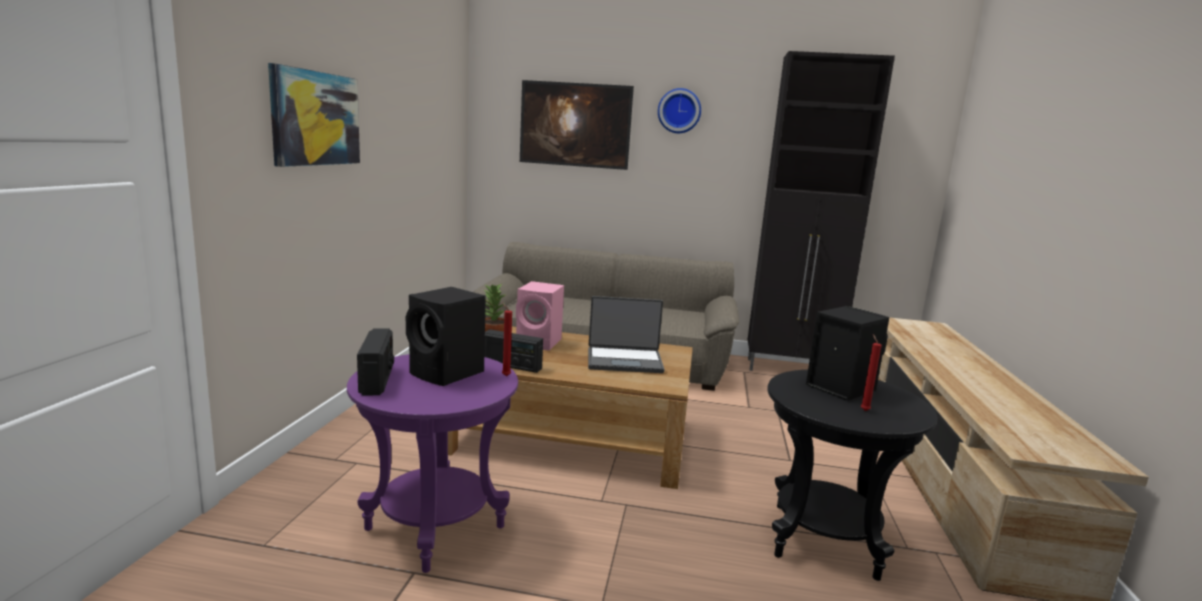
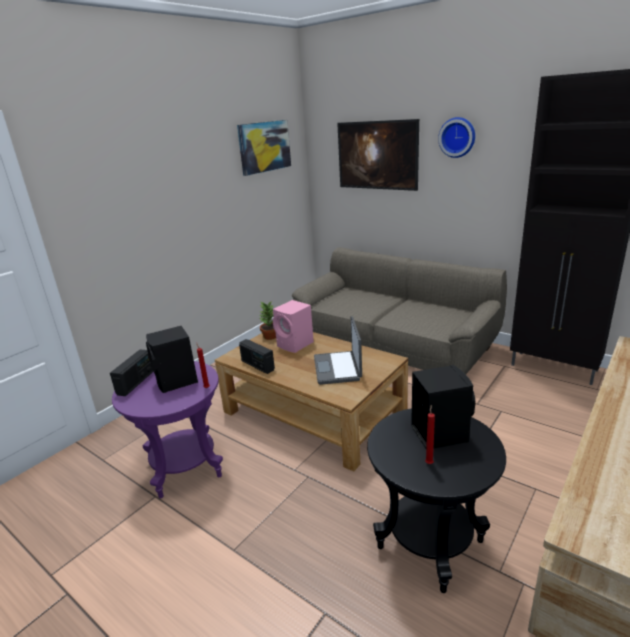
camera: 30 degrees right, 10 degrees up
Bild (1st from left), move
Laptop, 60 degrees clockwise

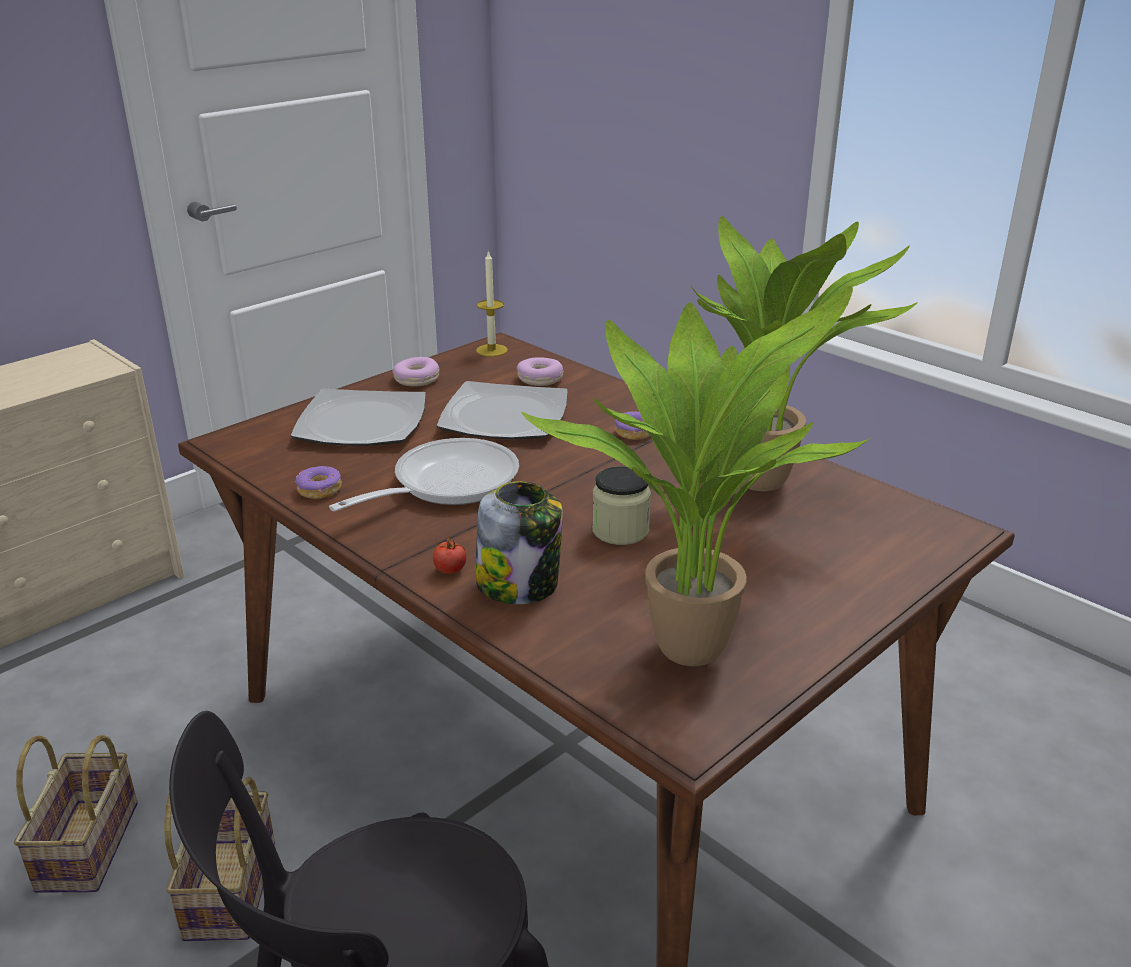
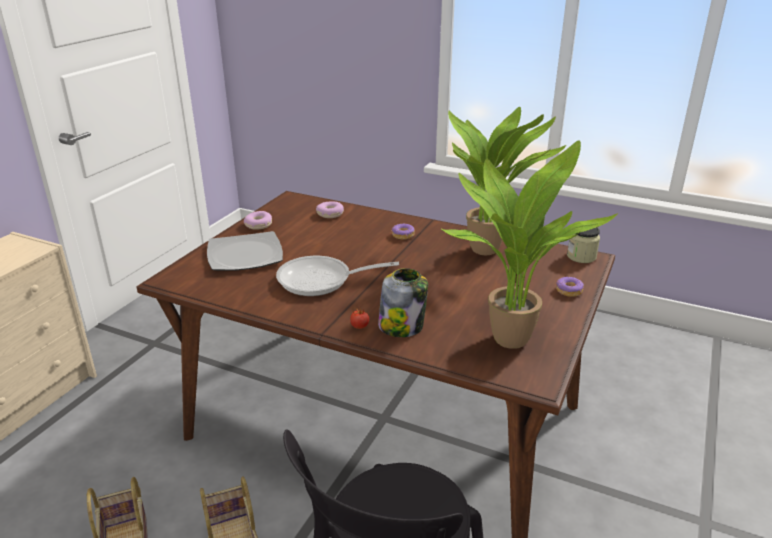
camera: 20 degrees left, 0 degrees up
Kerze => nothing
Teller (2nd from left) => nothing
Pfanne, 120 degrees counterclockwise
Donut (1st from left in the first image) => Donut (4th from left), move
Vorratsglas (2nd from left), move

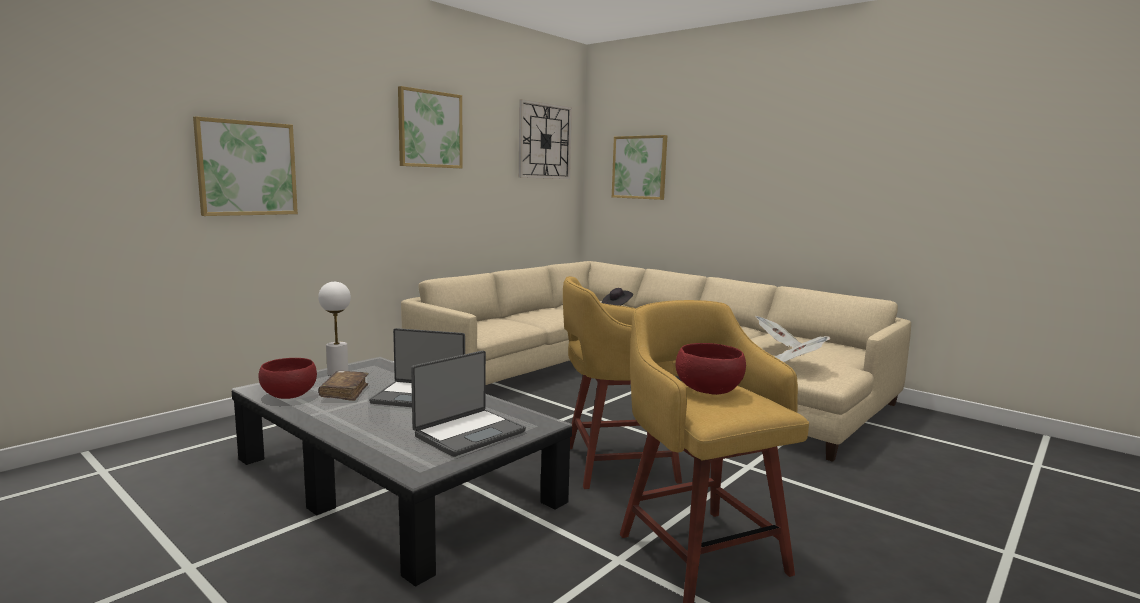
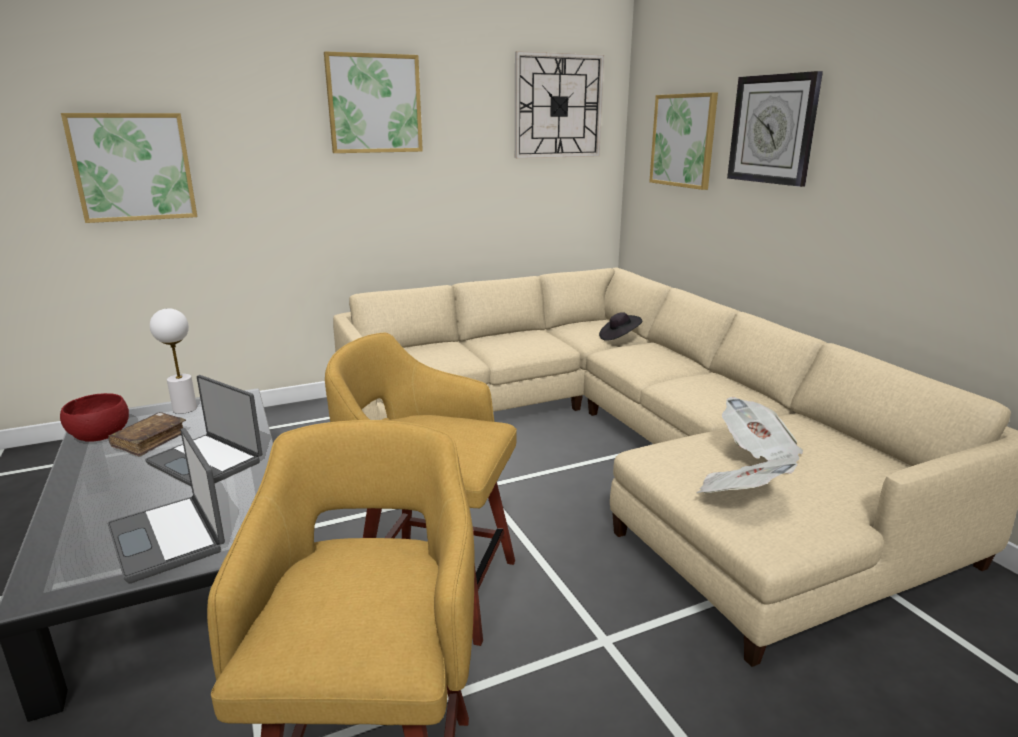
camera: 25 degrees right, 10 degrees up
Schüssel/rot (2nd from left) => nothing
Laptop (2nd from left in the first image) => Laptop (1st from left), 75 degrees clockwise
nothing => Wanduhr (2nd from left)

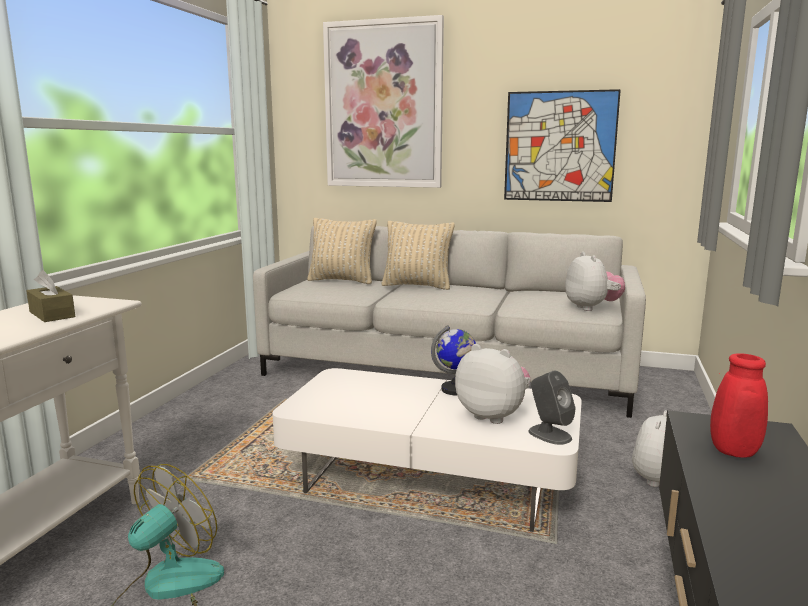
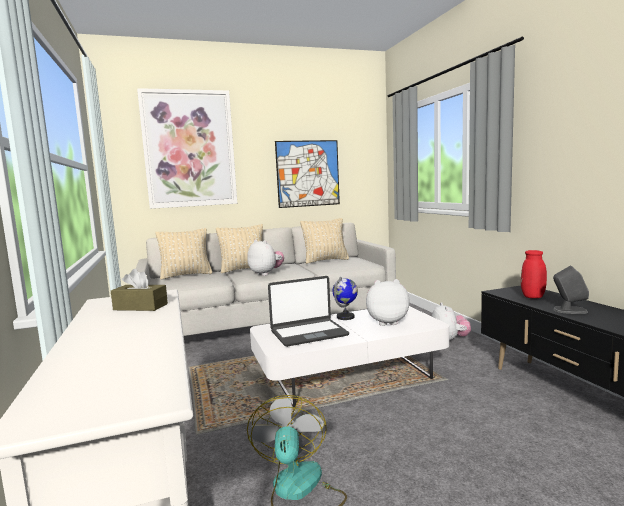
camera: 35 degrees left, 5 degrees down
Plüschtier (2nd from left in the first image) => Plüschtier (1st from left), move
Lautsprecher/grau, move
nothing => Kissen/beige (3rd from left)
nothing => Laptop

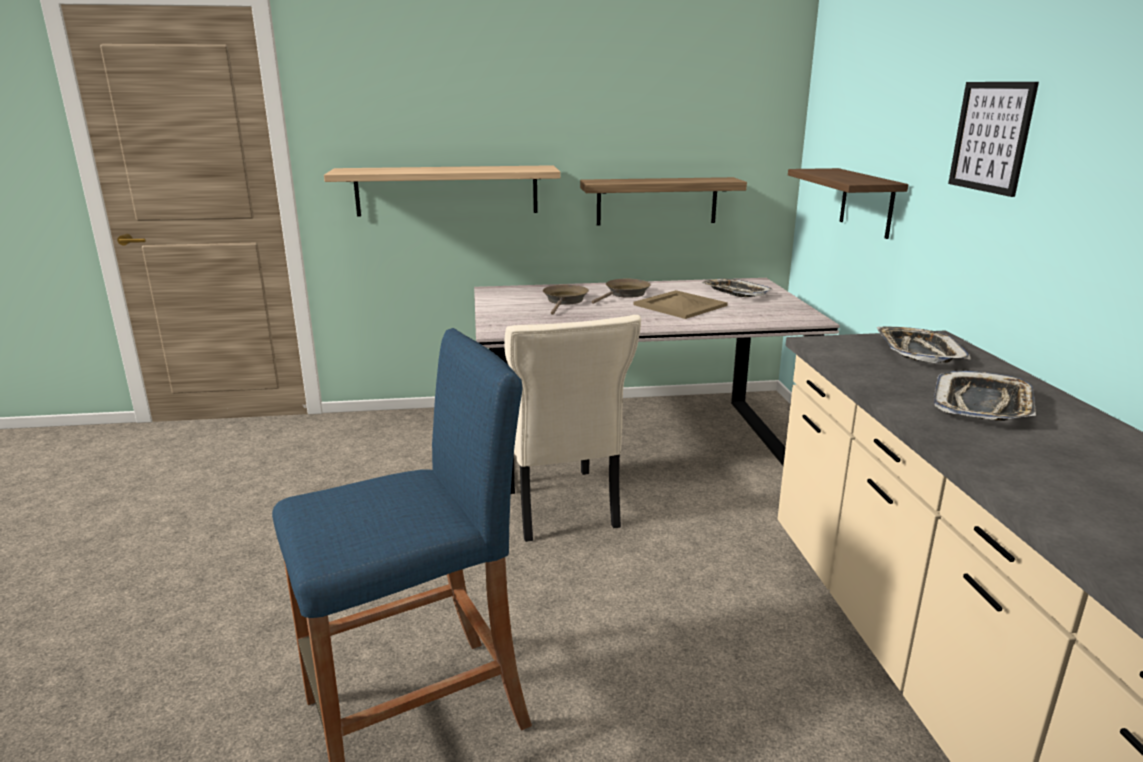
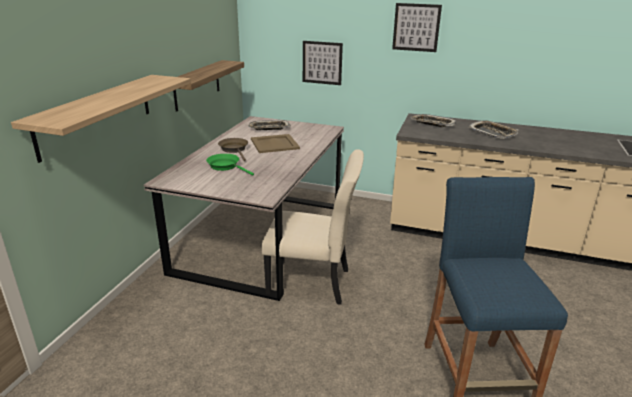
camera: 65 degrees left, 5 degrees up
Wandregal (3rd from left) => Bild (1st from left)
Pfanne/braun (1st from left) => Pfanne/grün

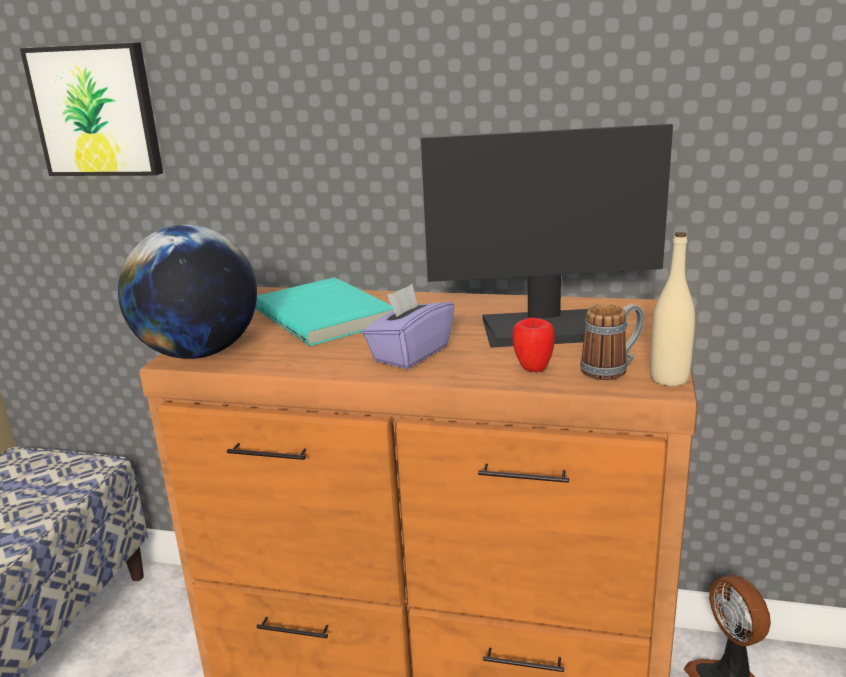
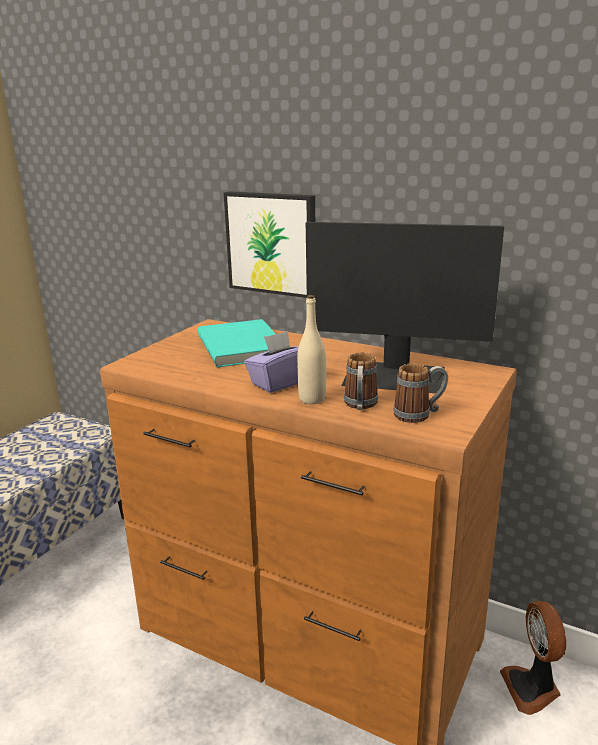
camera: 15 degrees right, 0 degrees up
Bild, move
Globus => nothing
Flasche/beige, move
Apfel => Henkelbecher (1st from left)

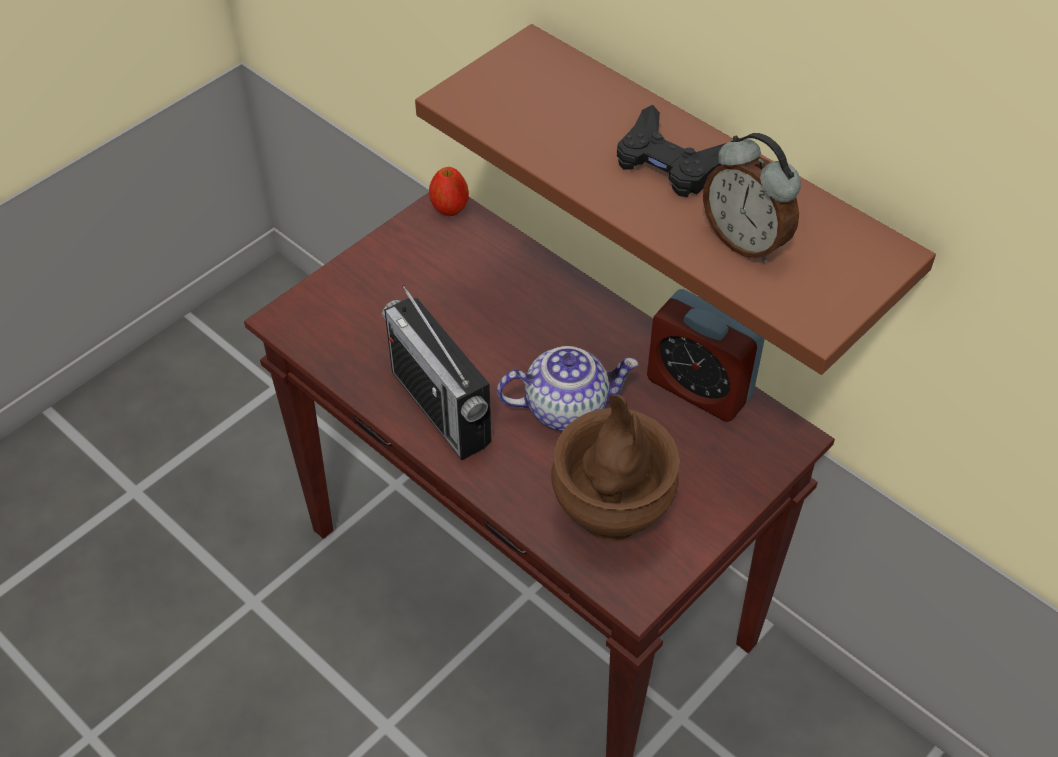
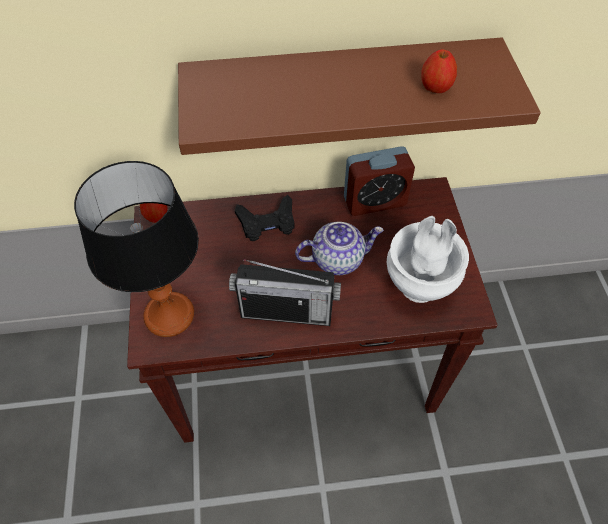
camera: 50 degrees left, 5 degrees up
Gamepad/schwarz, move
Wecker (2nd from left) => Apfel (2nd from left)
Teekanne, 45 degrees clockwise
Vase/braun => Vase/weiß
nothing => Tischlampe

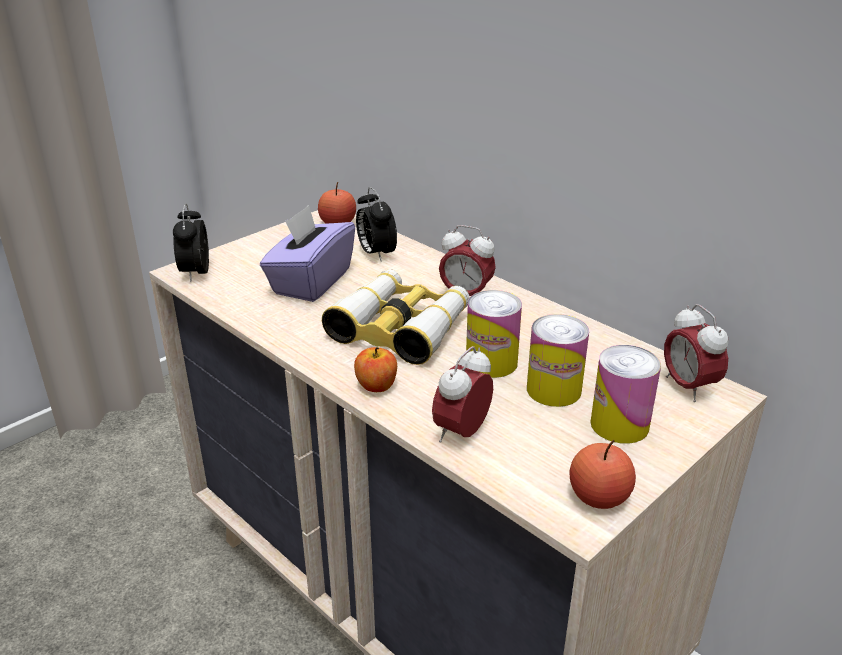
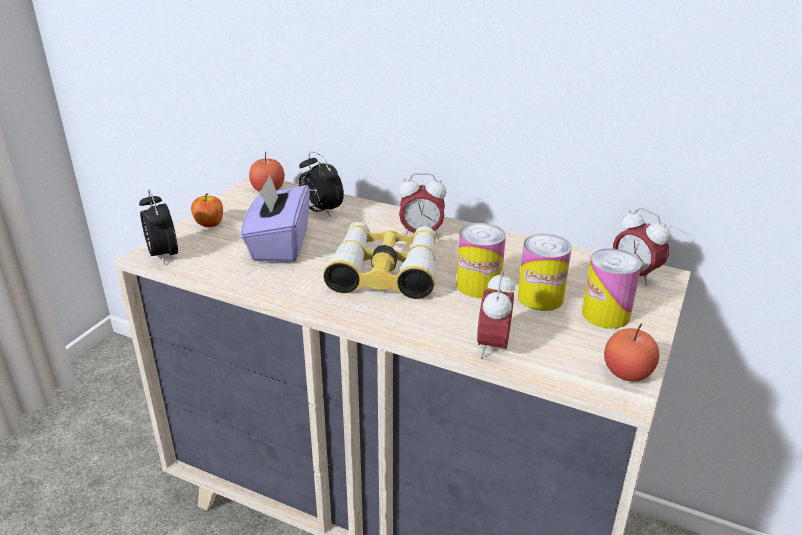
camera: 20 degrees left, 0 degrees up
Apfel (2nd from left in the first image) => Apfel (1st from left), move

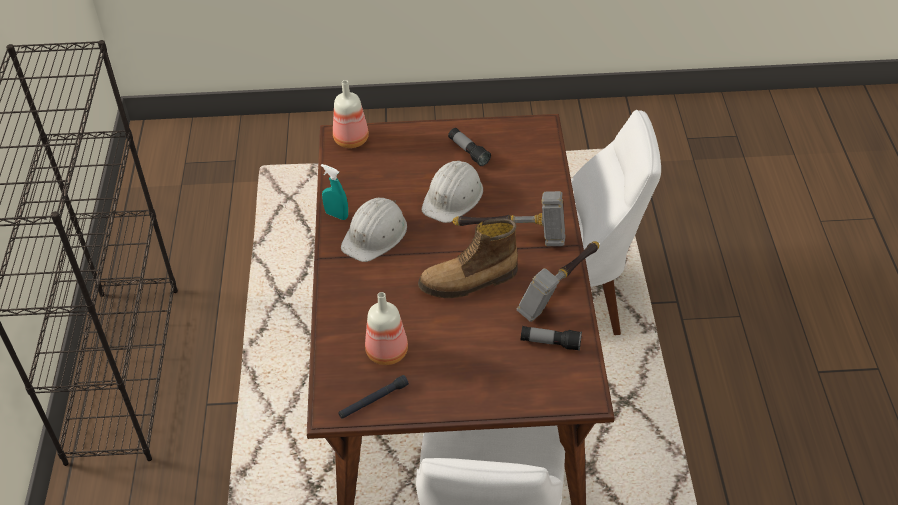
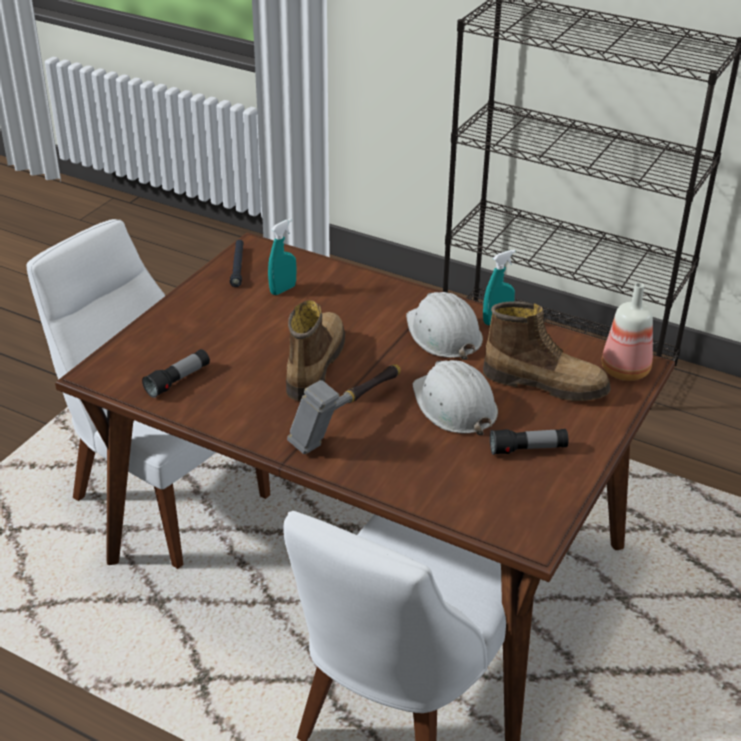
camera: 120 degrees right, 10 degrees down
Hammer (2nd from left) => nothing
Flasche (2nd from left) => Sprühflasche/türkis (1st from left)
nothing => Stiefel (2nd from left)

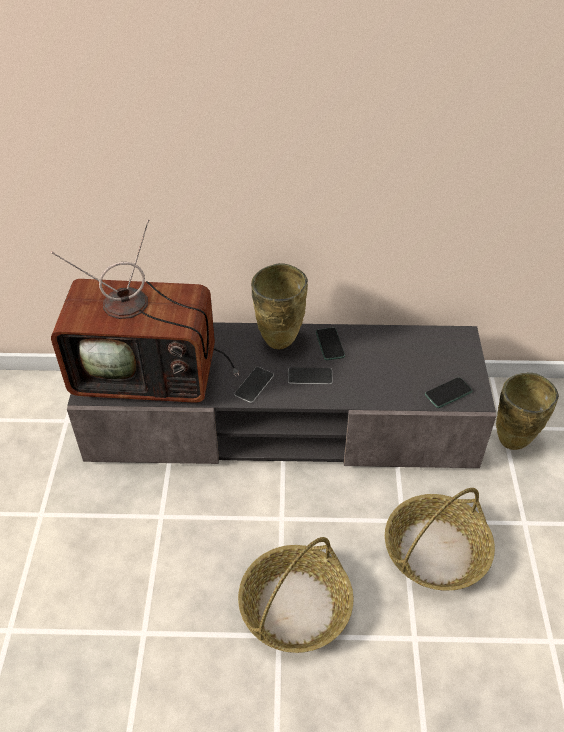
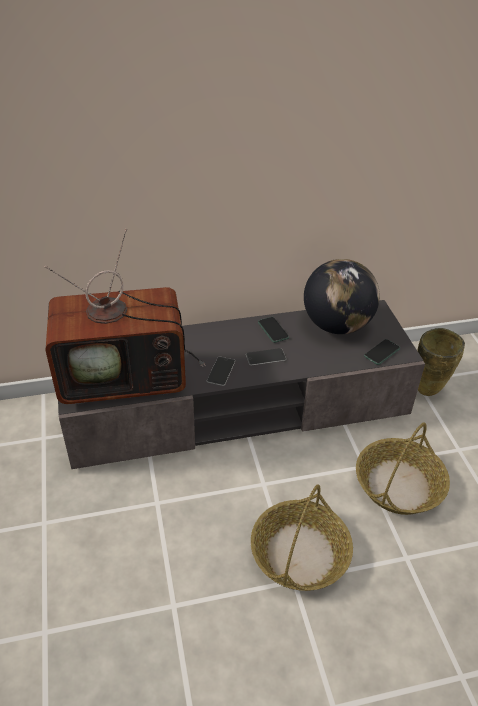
camera: 15 degrees left, 5 degrees down
Vase/beige (1st from left) => nothing
nothing => Globus

